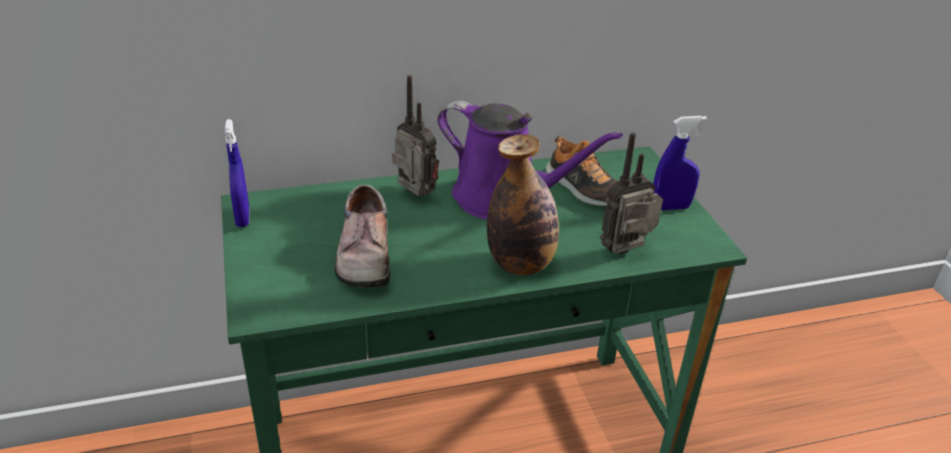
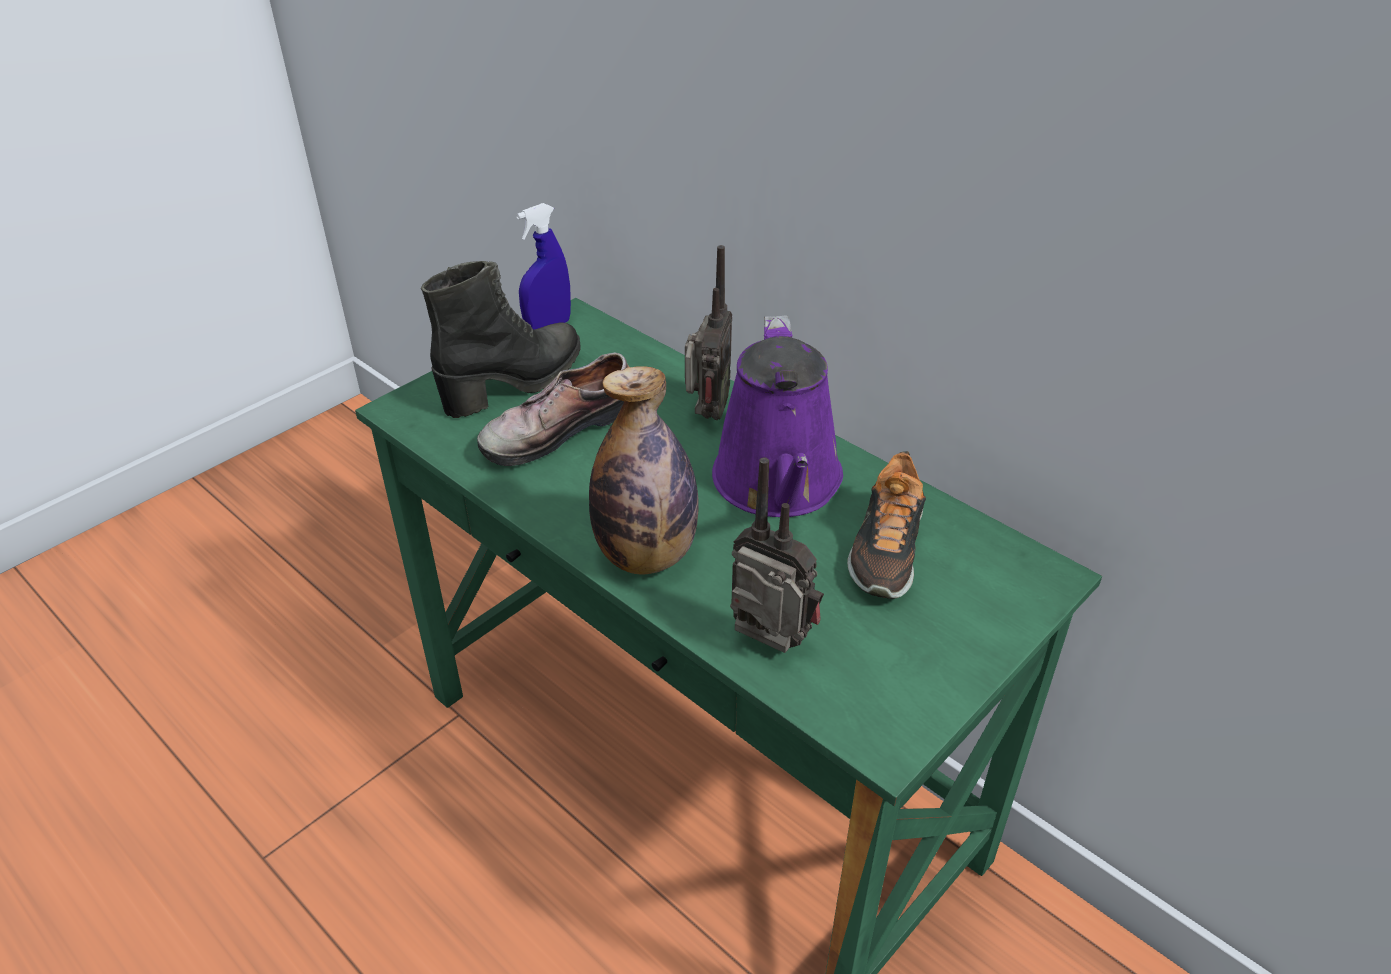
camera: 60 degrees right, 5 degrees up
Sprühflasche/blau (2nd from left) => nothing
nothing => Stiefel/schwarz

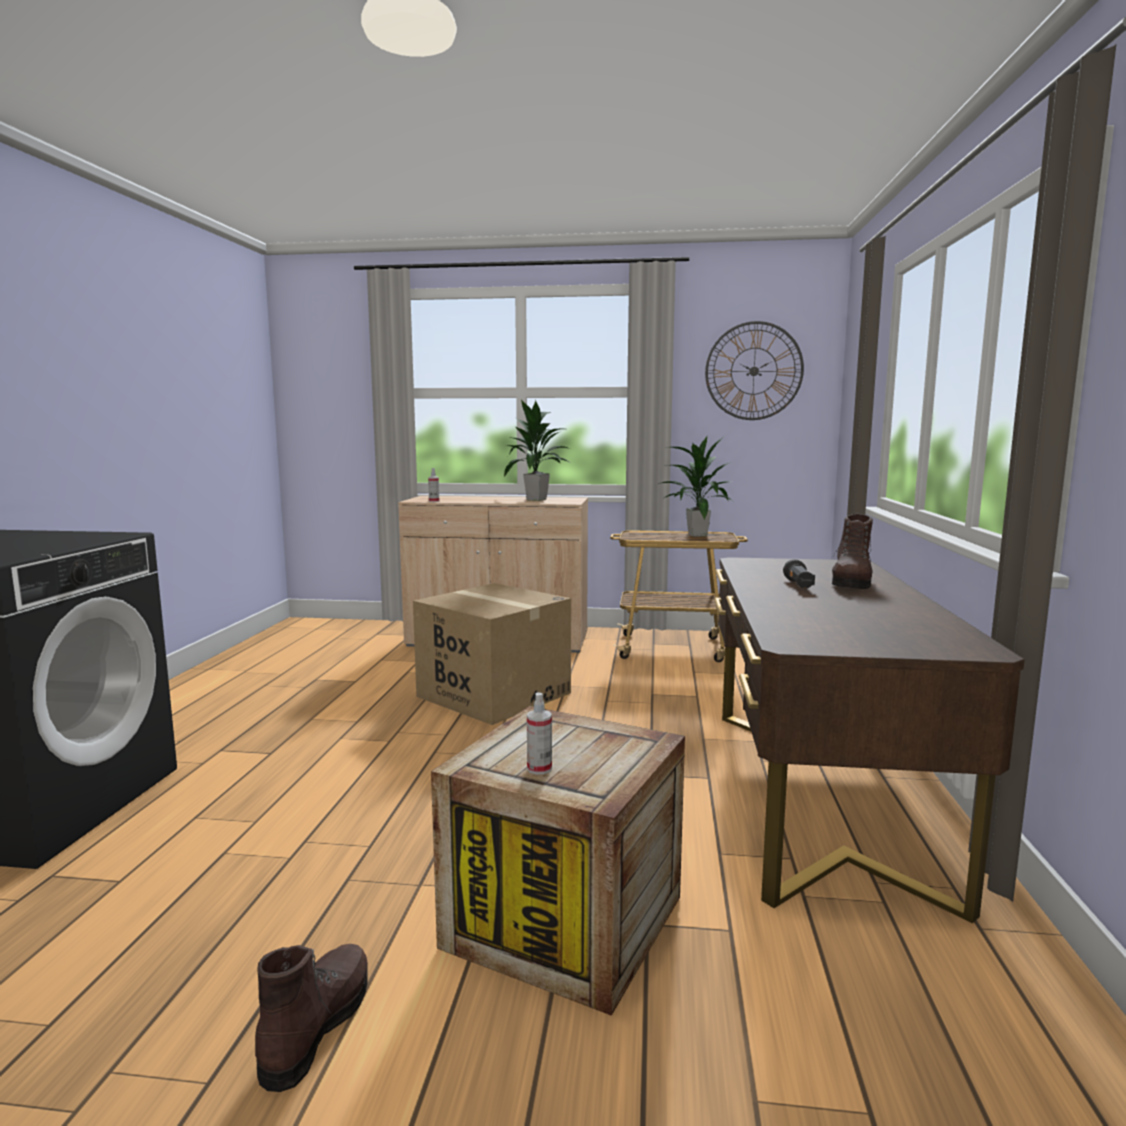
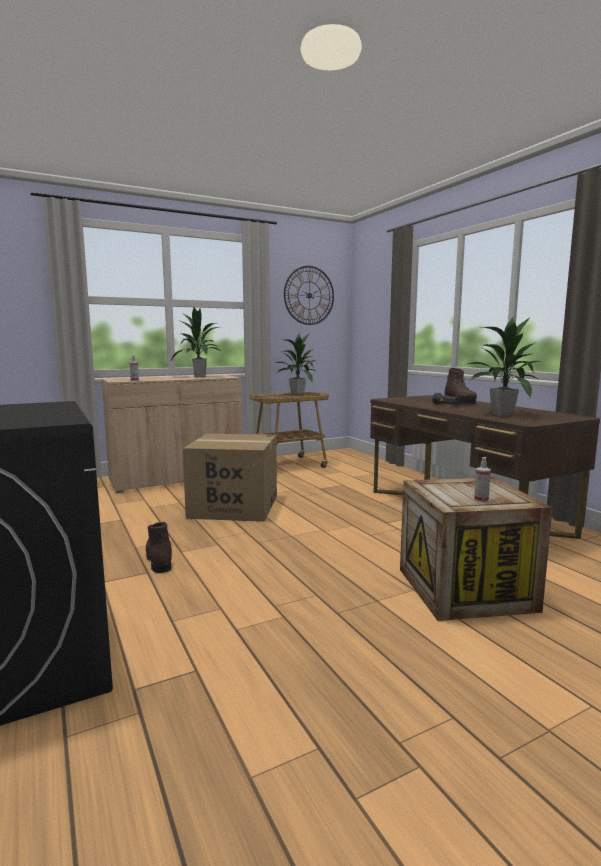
camera: 35 degrees left, 0 degrees up
Stiefel/braun (1st from left), move
nothing => Topfpflanze (3rd from left)

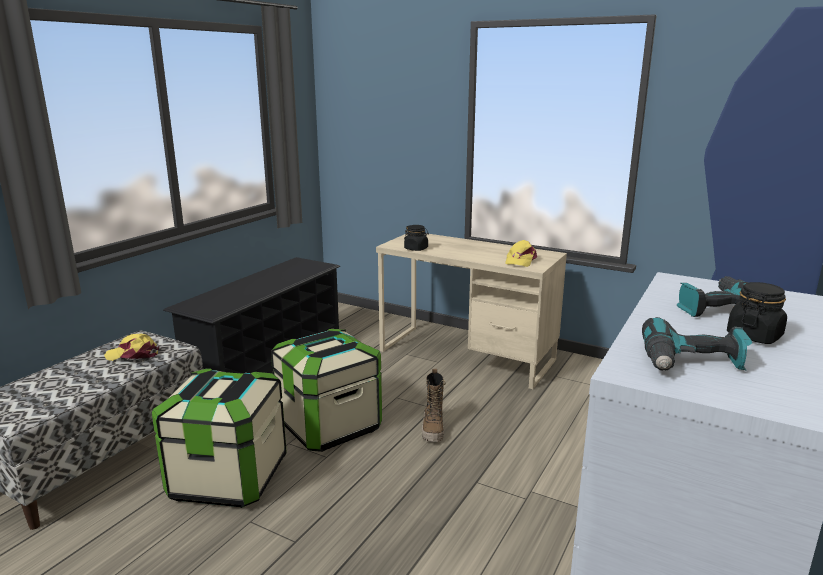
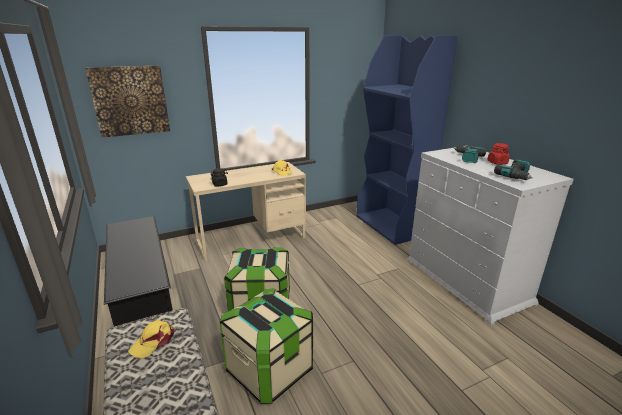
camera: 55 degrees left, 5 degrees up
Vorratsglas/schwarz (2nd from left) => Vorratsglas/rot
Stiefel => nothing
nothing => Bild

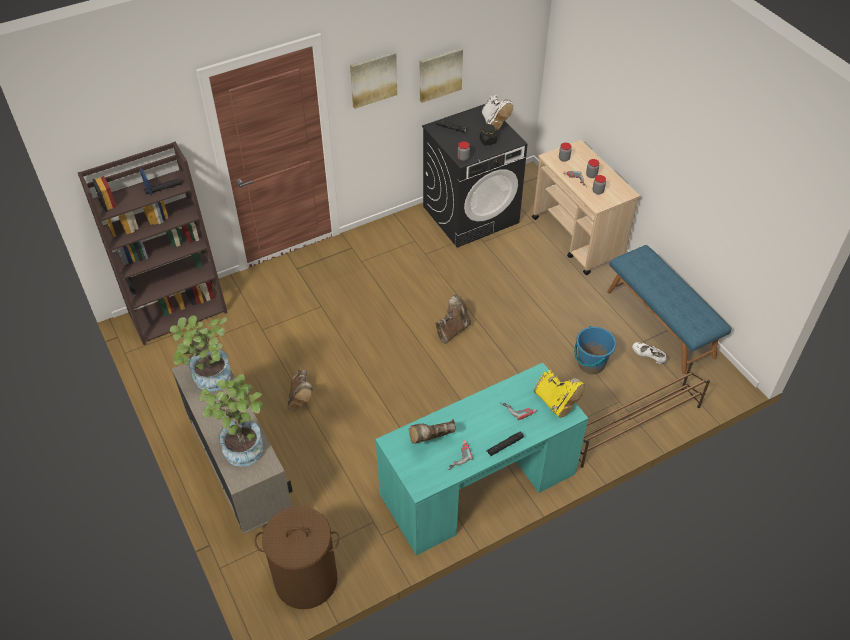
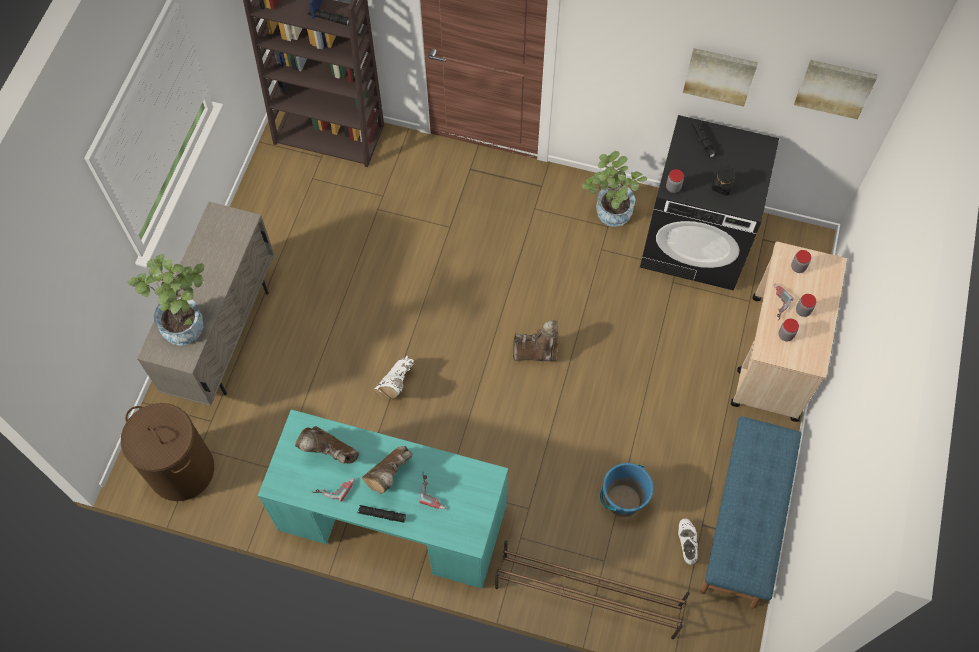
camera: 45 degrees right, 15 degrees up
Bild (1st from left in the first image) => Bild (2nd from left), move
Stiefel/weiß, move
Topfpflanze (1st from left in the first image) => Topfpflanze (2nd from left), move
Stiefel/braun (1st from left in the first image) => Stiefel/braun (2nd from left), move
Stiefel/gelb => nothing

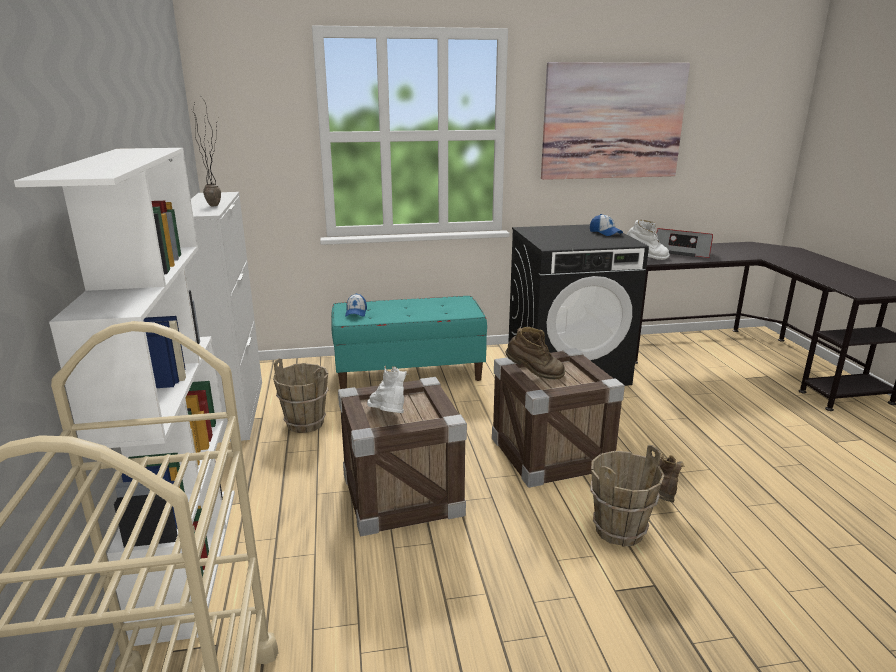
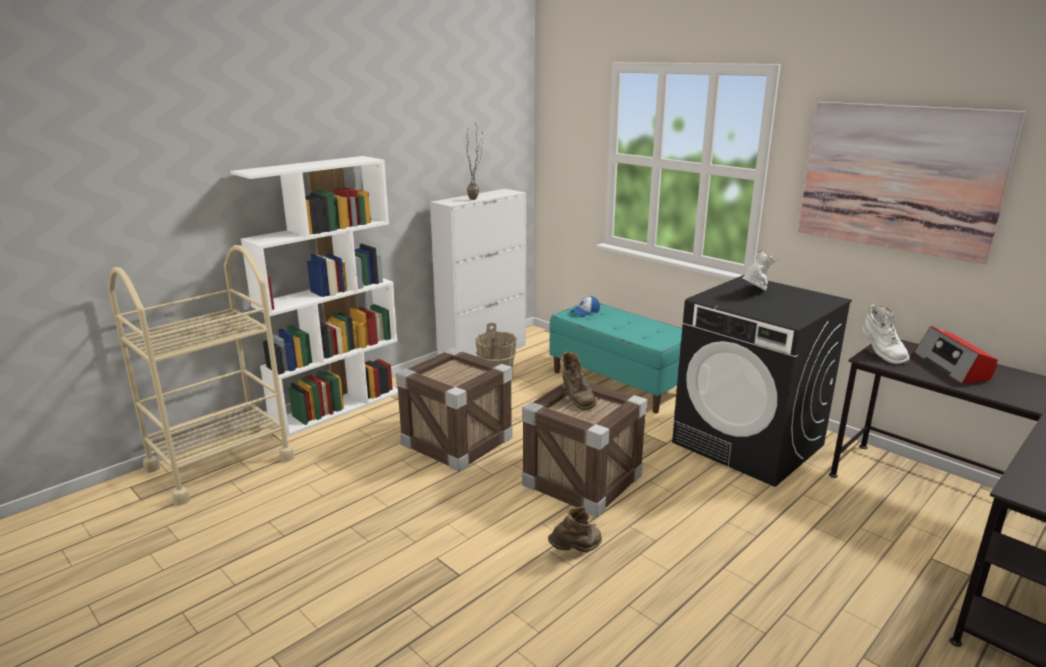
camera: 55 degrees right, 0 degrees up
Kappe (2nd from left) => nothing
Stiefel/weiß (1st from left), move
Eimer/braun (2nd from left) => nothing

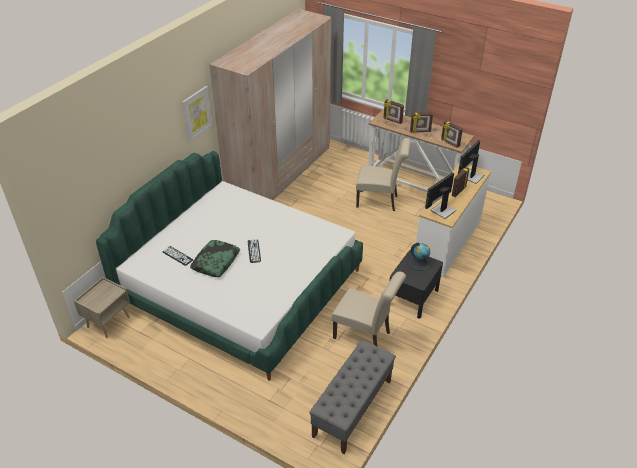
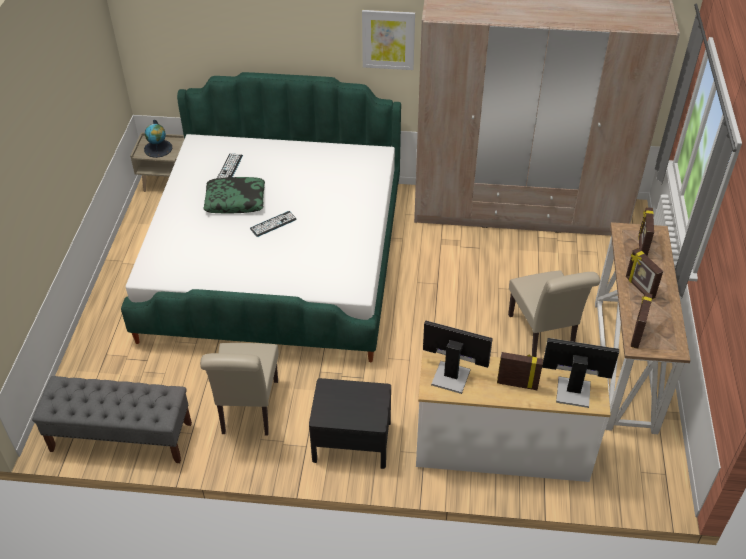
camera: 65 degrees right, 5 degrees up
Globus, move

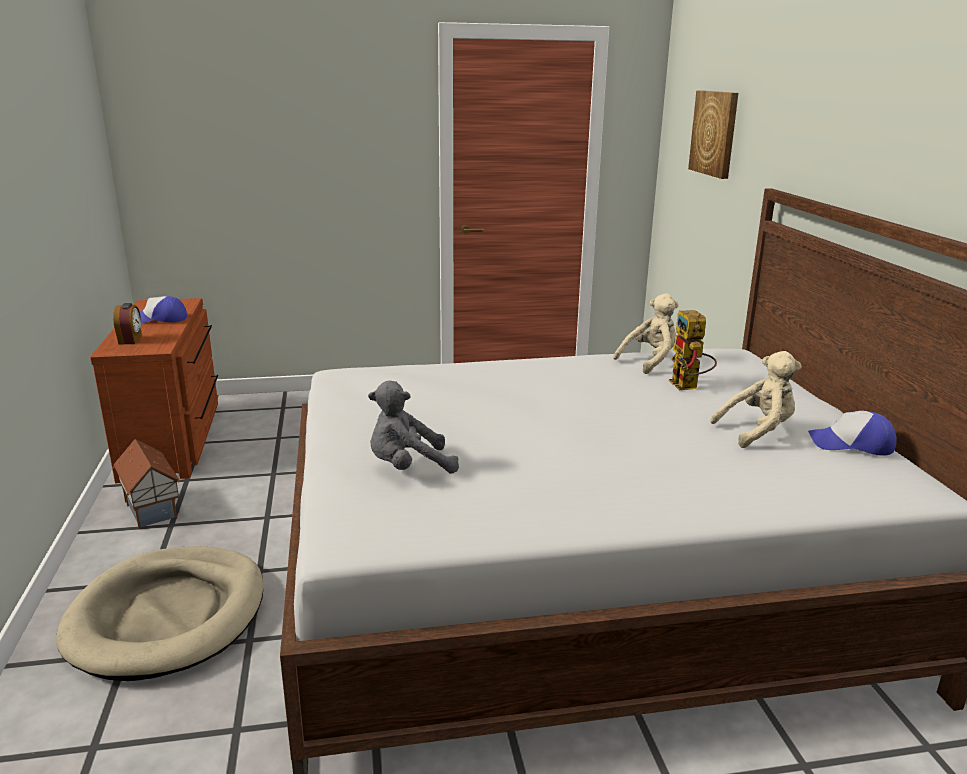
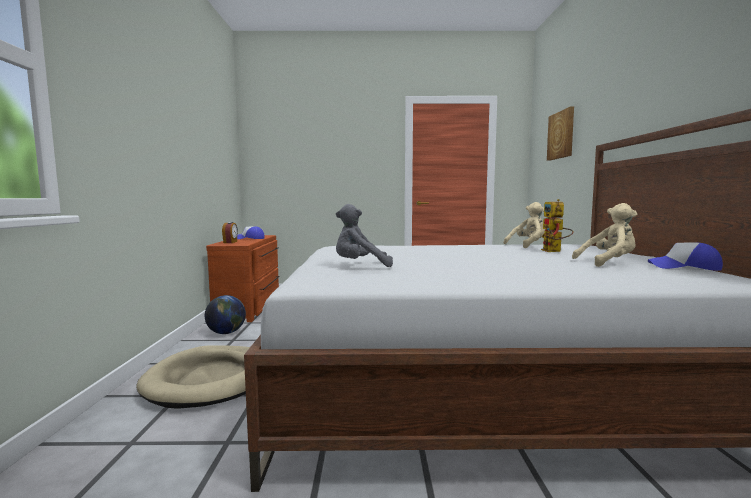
camera: 10 degrees right, 15 degrees down
Spielzeughaus => Globus

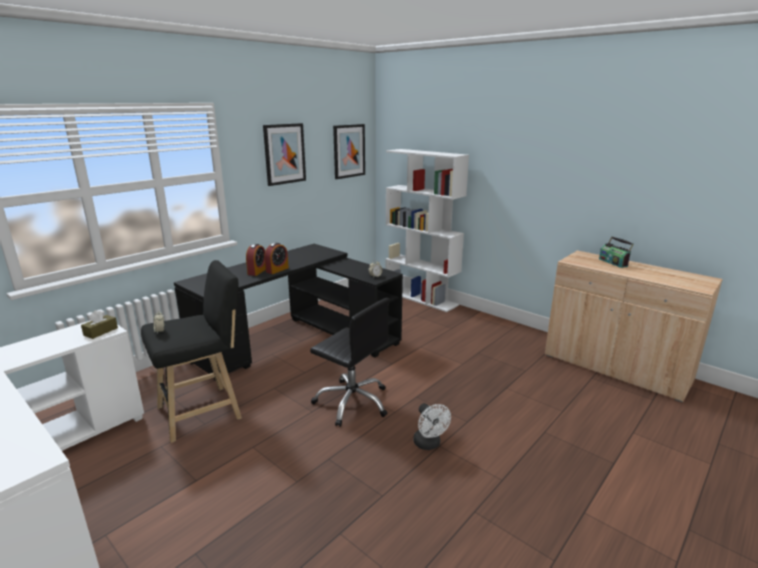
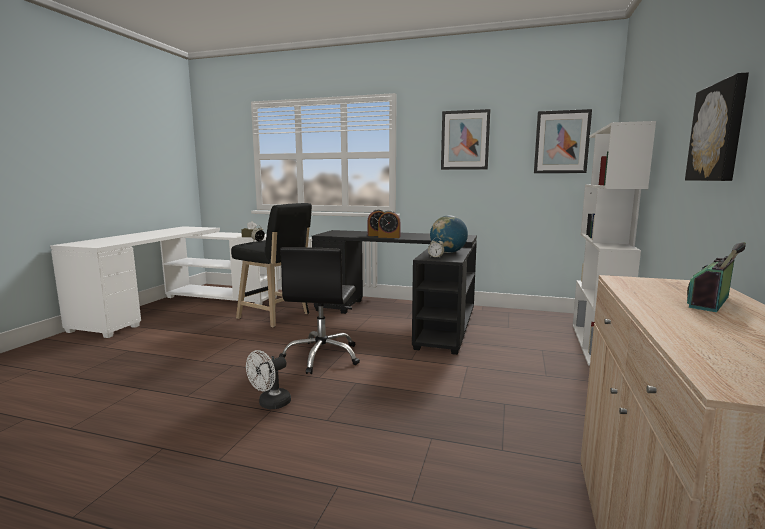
camera: 65 degrees right, 10 degrees down
nothing => Bild (3rd from left)
nothing => Globus

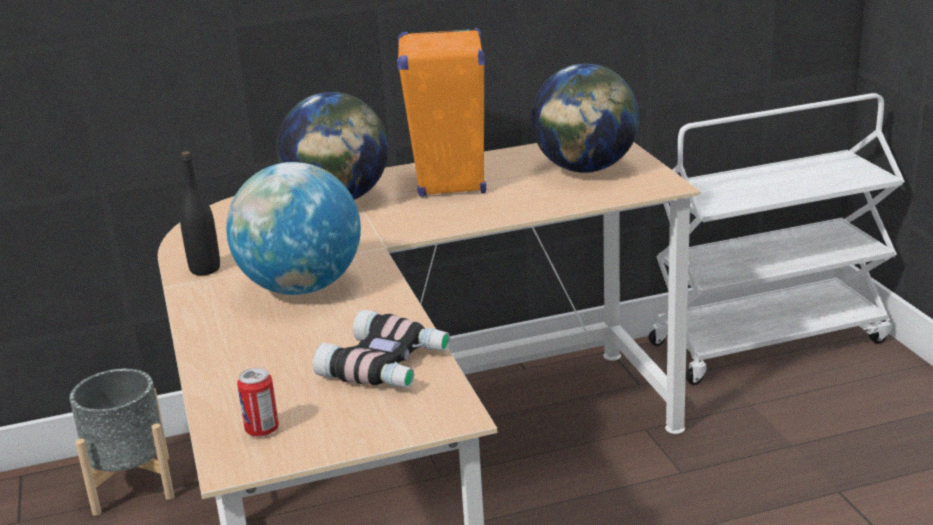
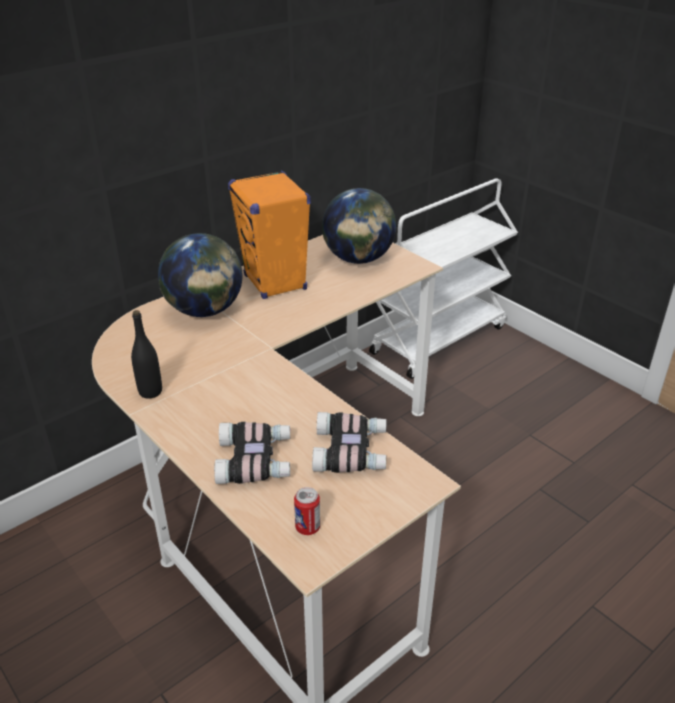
camera: 25 degrees left, 10 degrees up
Globus (1st from left) => nothing
Pflanzkübel/grau => nothing
nothing => Fernglas (1st from left)

